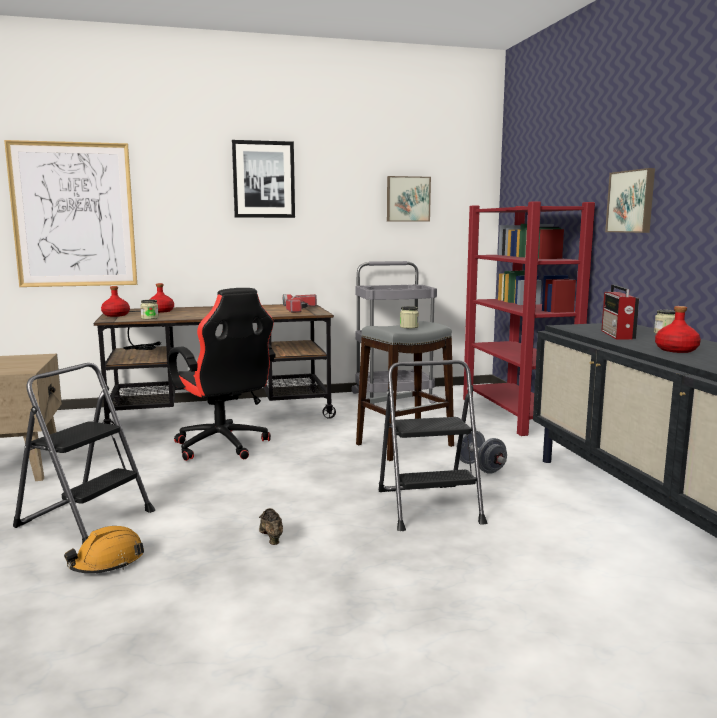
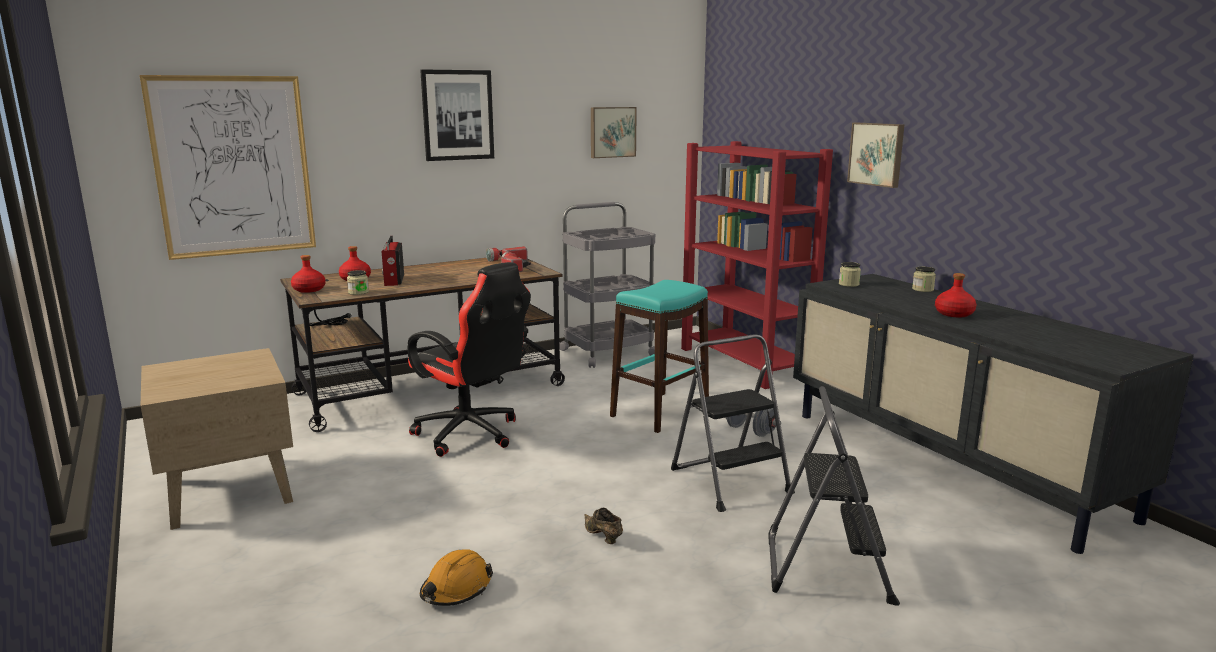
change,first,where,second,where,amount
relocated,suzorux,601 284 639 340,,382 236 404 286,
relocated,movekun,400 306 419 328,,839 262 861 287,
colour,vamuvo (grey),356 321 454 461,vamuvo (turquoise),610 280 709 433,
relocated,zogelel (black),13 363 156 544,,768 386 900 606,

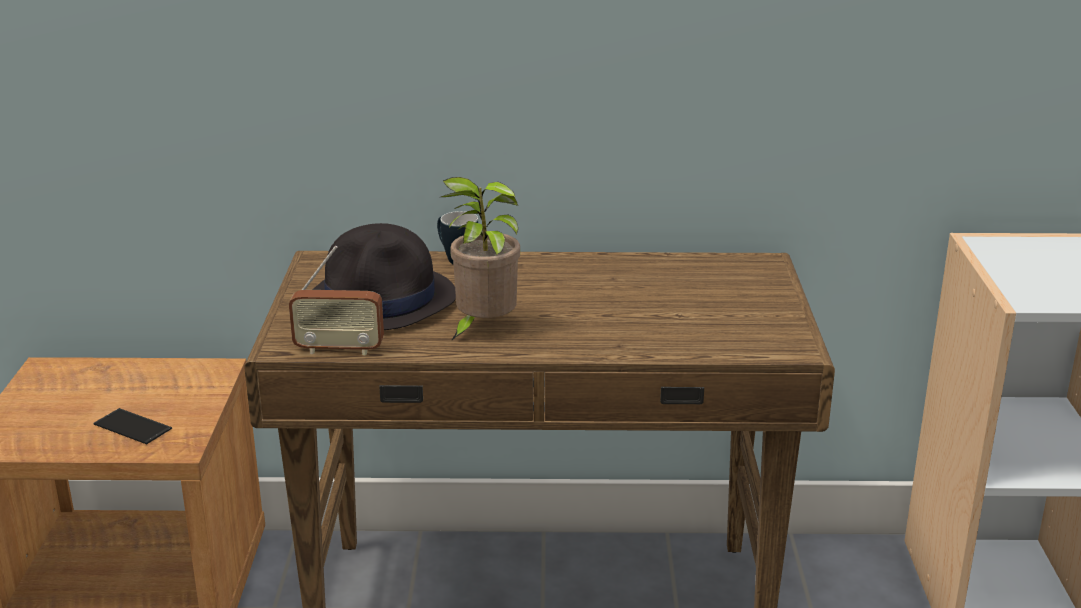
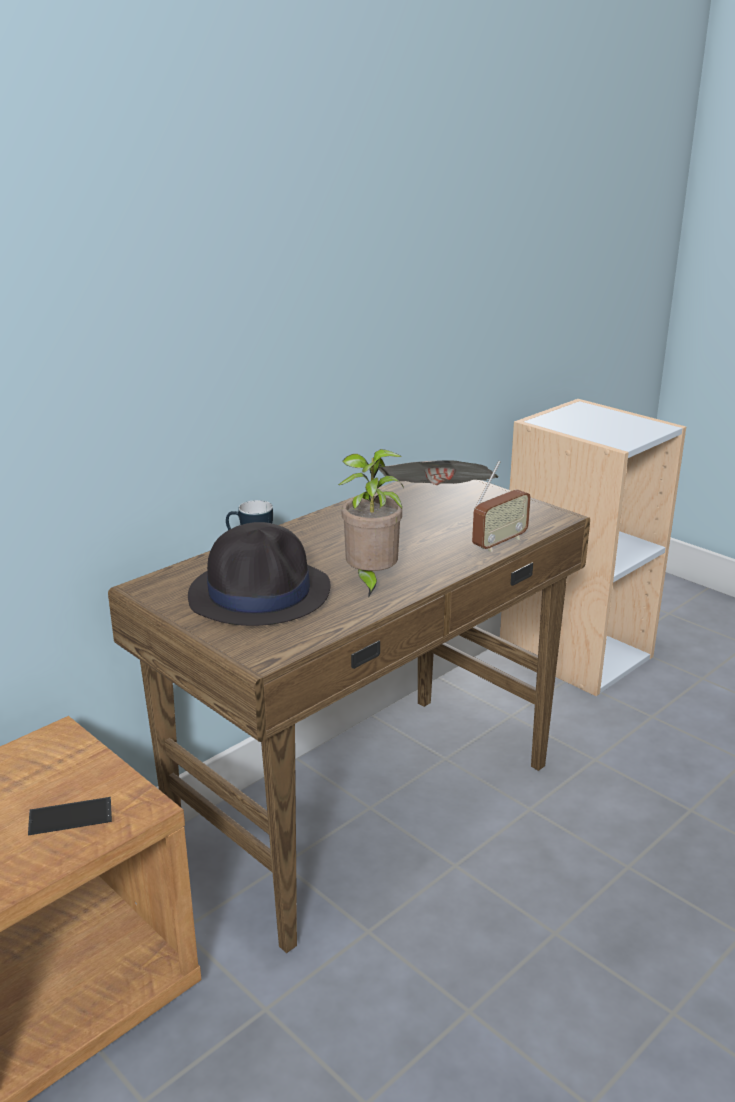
change,first,where,second,where,amount
relocated,suzorux,289 246 384 355,,472 461 531 552,
appeared,,,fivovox,378 460 498 485,

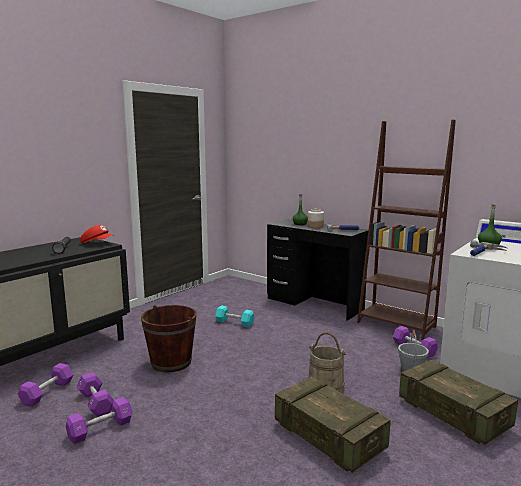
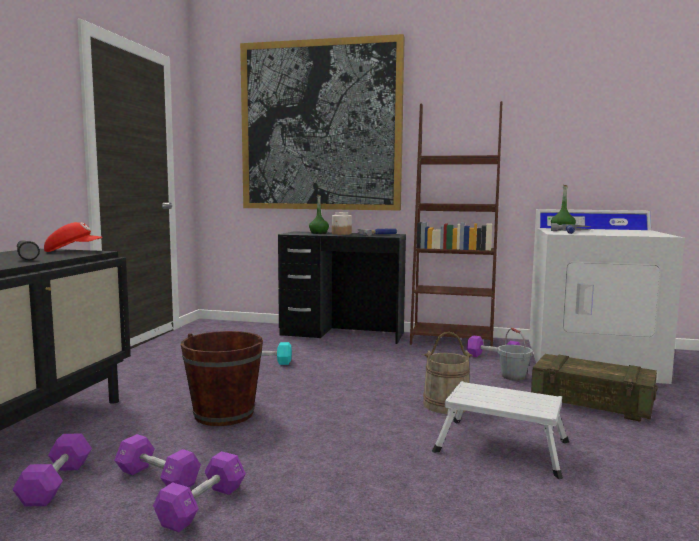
change,first,where,second,where,amount
exchanged,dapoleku,275 377 391 473,zogelel (white),432 381 569 479,
appeared,,,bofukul,240 34 405 210,

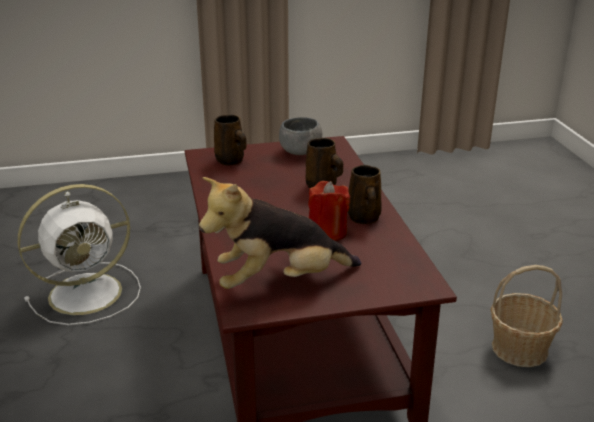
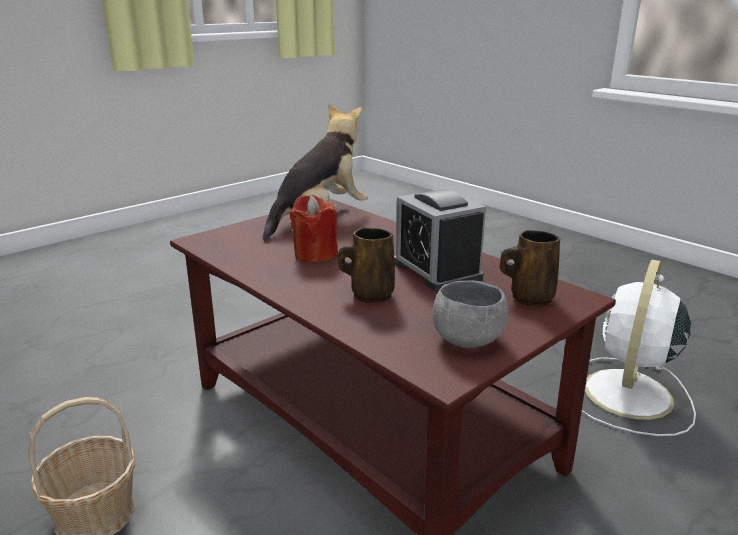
change,first,where,second,where,amount
missing,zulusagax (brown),348 165 381 224,,,
appeared,,,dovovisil,394 189 486 291,

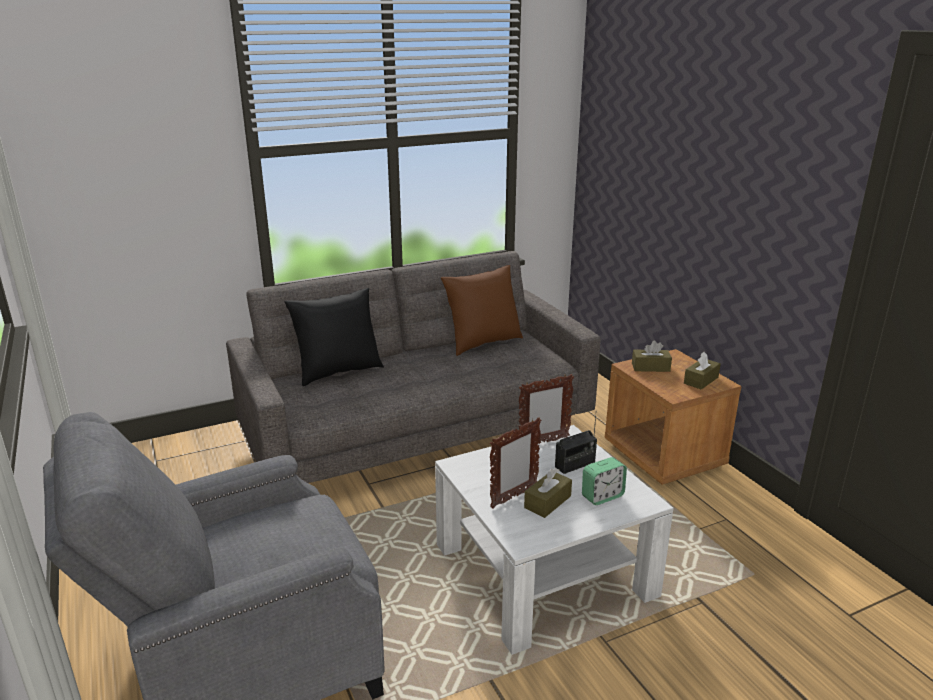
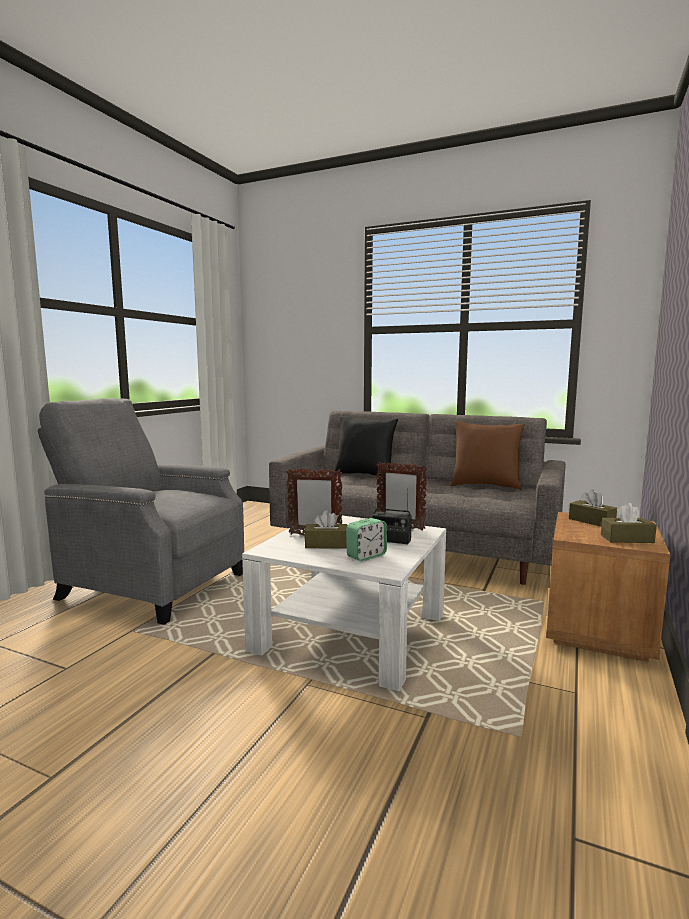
change,first,where,second,where,amount
spun,dovovisil,582 457 627 505,,346 518 387 561,60 degrees counterclockwise

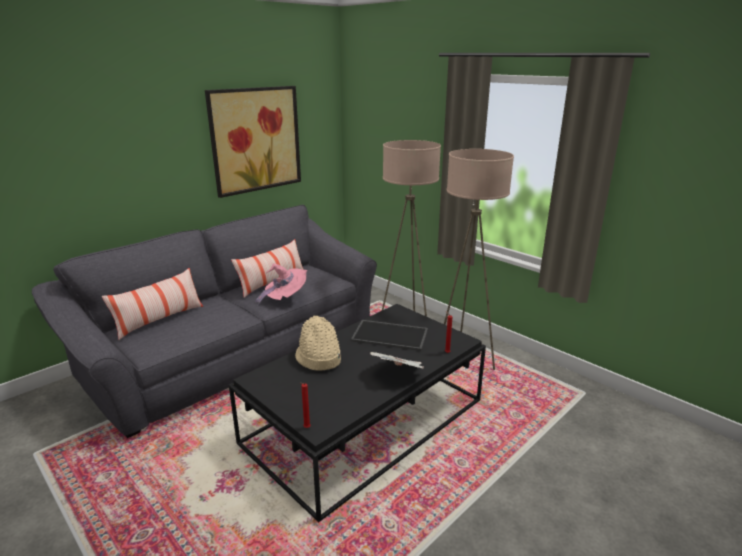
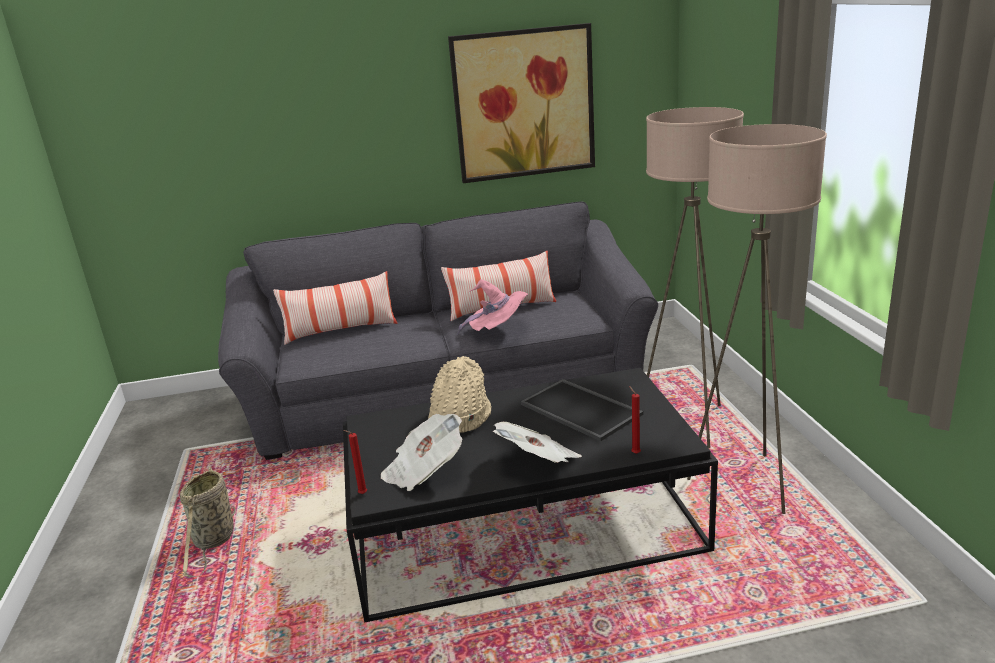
change,first,where,second,where,amount
appeared,,,fivovox,381 414 462 491,
appeared,,,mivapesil,180 466 236 577,

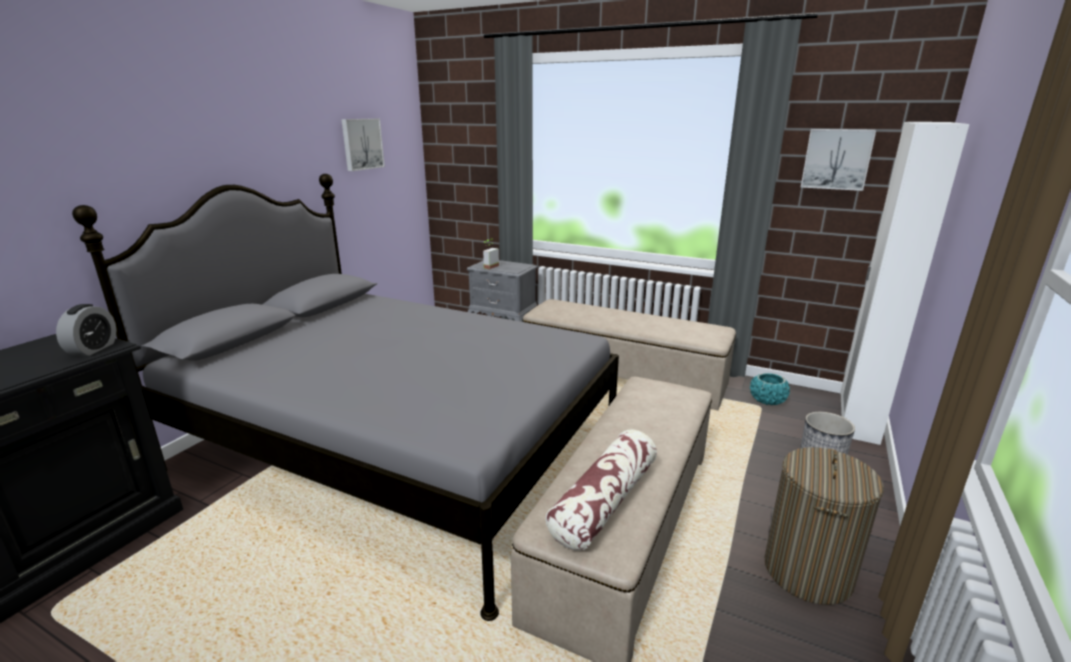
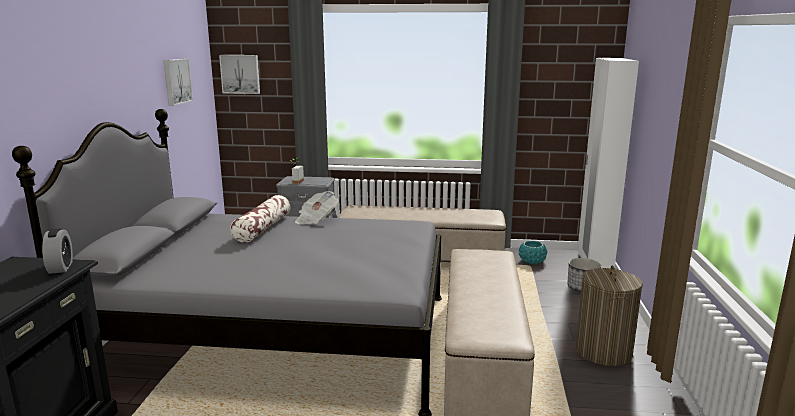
change,first,where,second,where,amount
relocated,bofukul,801 129 876 191,,219 55 260 94,
relocated,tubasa,546 430 657 551,,230 195 291 243,
appeared,,,fivovox,295 191 338 224,

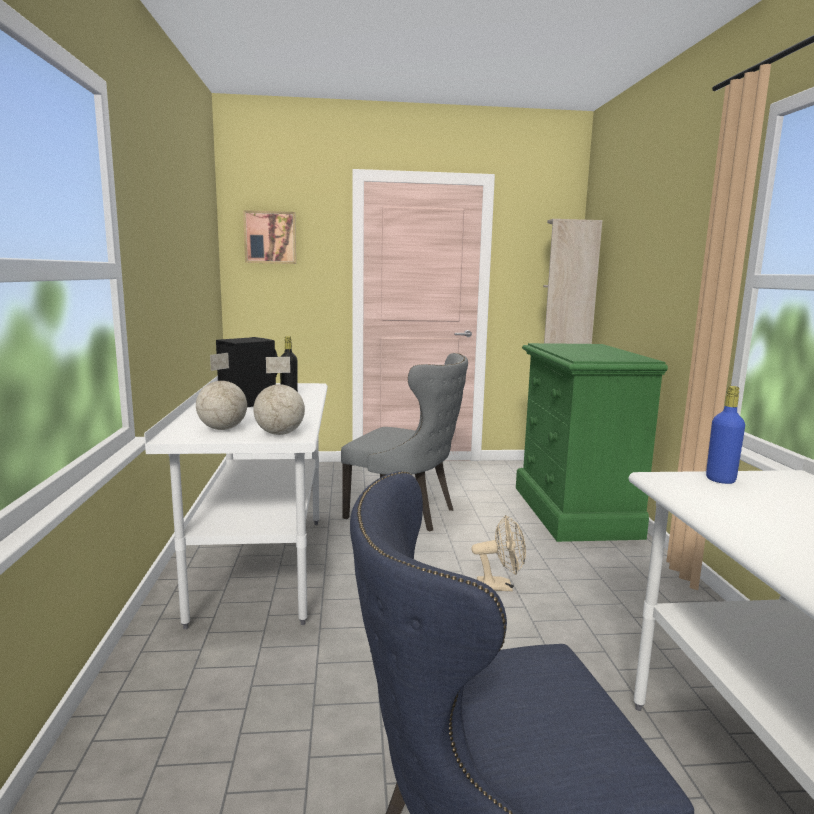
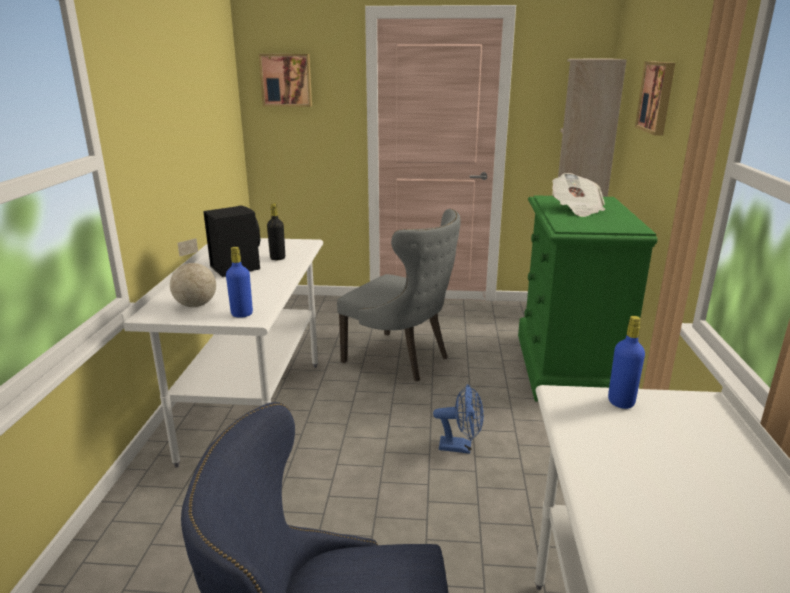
change,first,where,second,where,amount
exchanged,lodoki,253 357 305 435,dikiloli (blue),226 247 253 318,
colour,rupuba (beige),471 515 526 591,rupuba (blue),433 384 484 454,
appeared,,,bofukul,635 61 675 136,
appeared,,,fivovox,552 173 605 217,

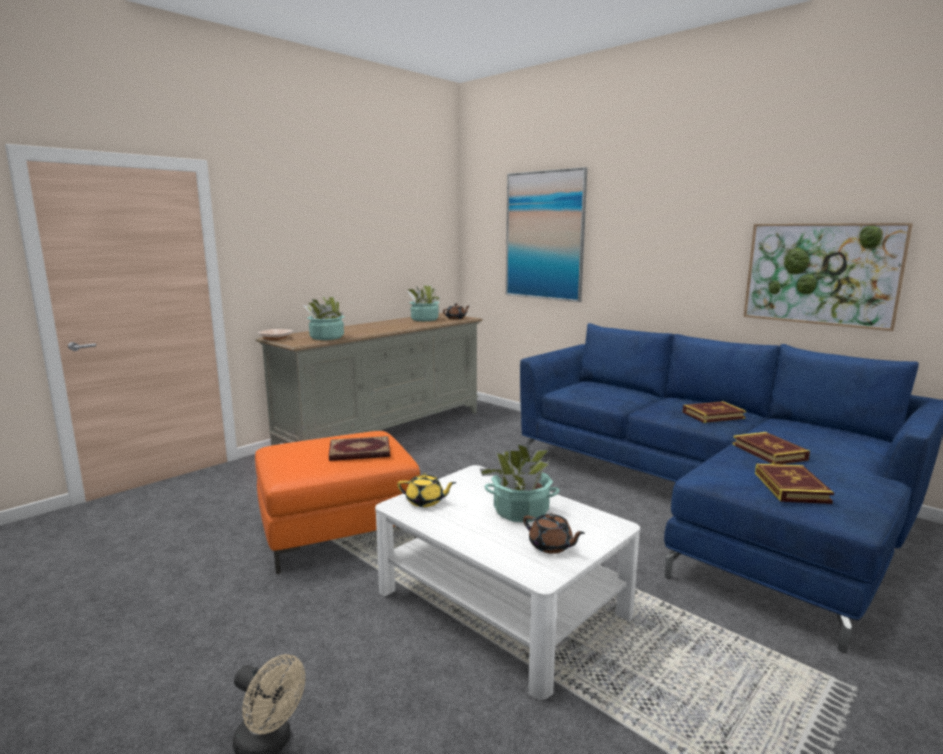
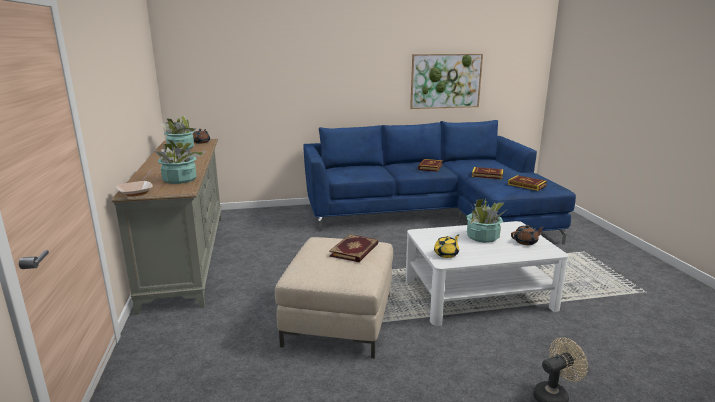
change,first,where,second,where,amount
missing,bofukul,506 167 587 302,,,
colour,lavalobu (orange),255 431 420 574,lavalobu (beige),275 237 393 359,

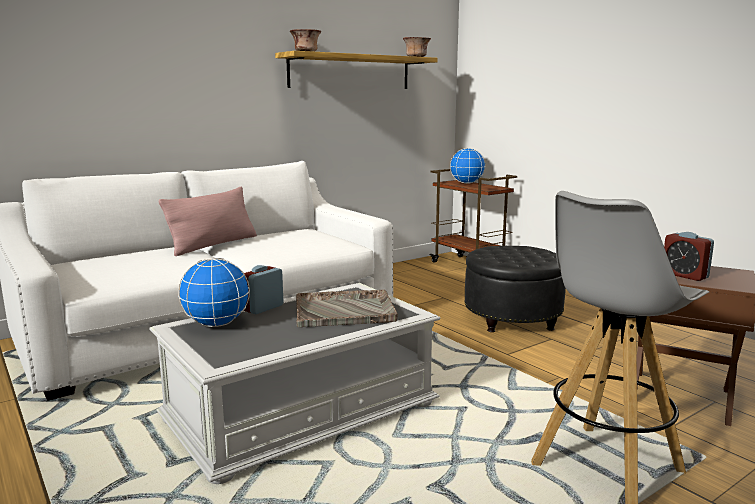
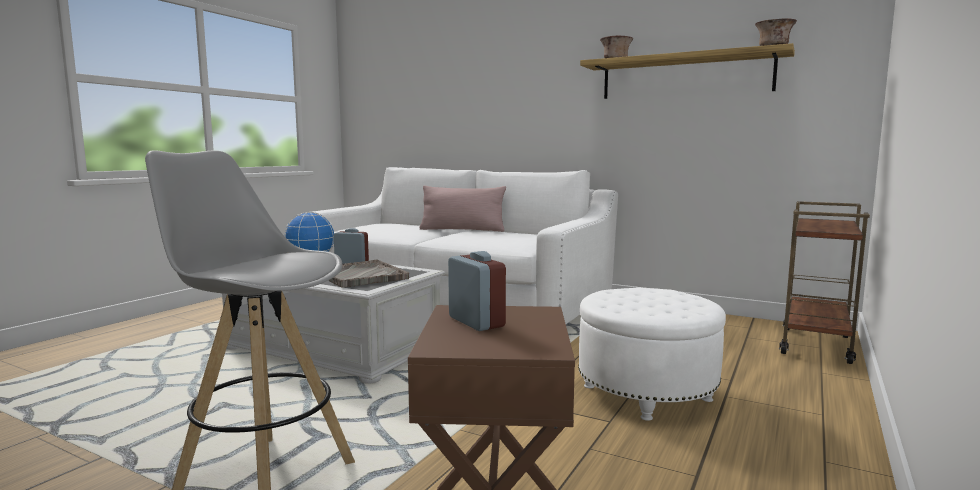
change,first,where,second,where,amount
missing,lodoki,450 148 485 184,,,
spun,dovovisil,664 232 714 281,,448 251 506 331,120 degrees clockwise
colour,lavalobu (black),464 246 566 332,lavalobu (white),578 288 726 421,

